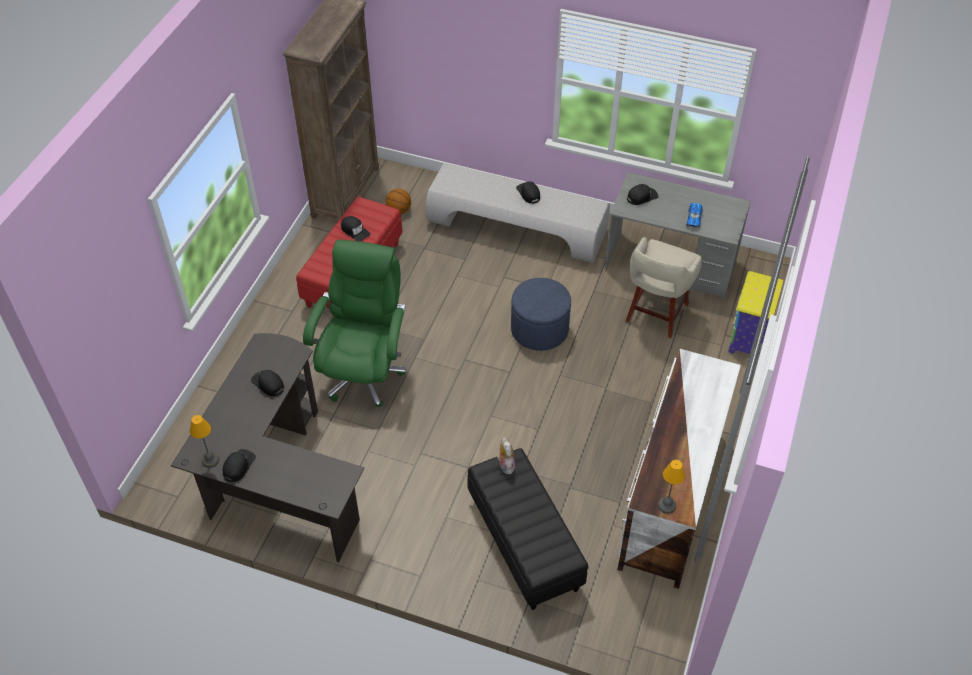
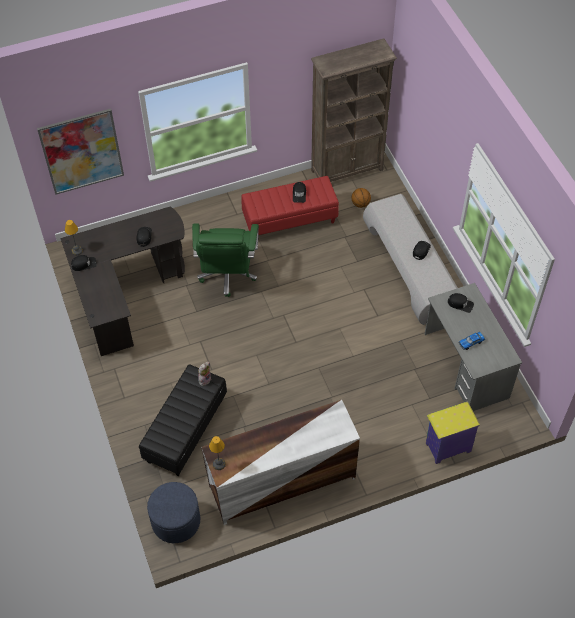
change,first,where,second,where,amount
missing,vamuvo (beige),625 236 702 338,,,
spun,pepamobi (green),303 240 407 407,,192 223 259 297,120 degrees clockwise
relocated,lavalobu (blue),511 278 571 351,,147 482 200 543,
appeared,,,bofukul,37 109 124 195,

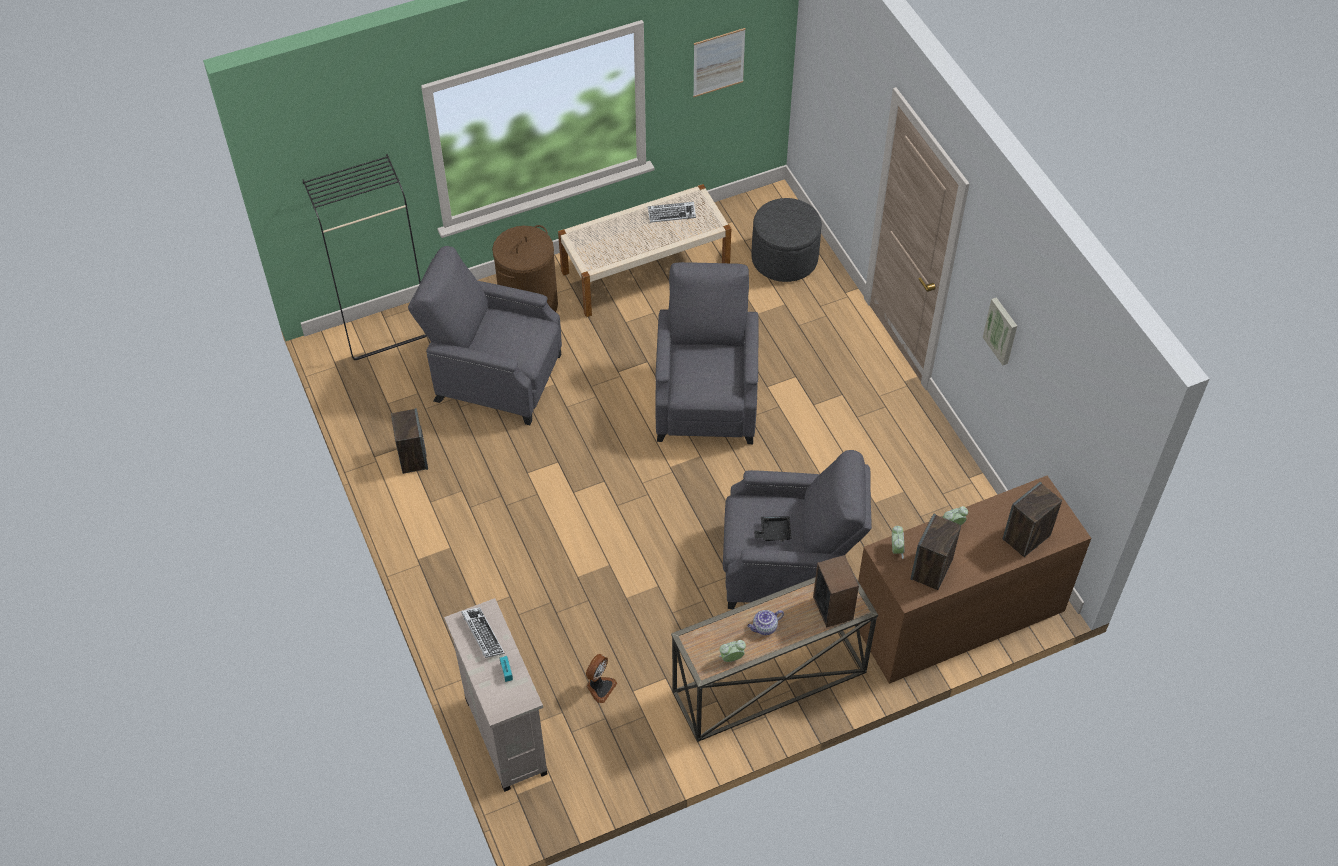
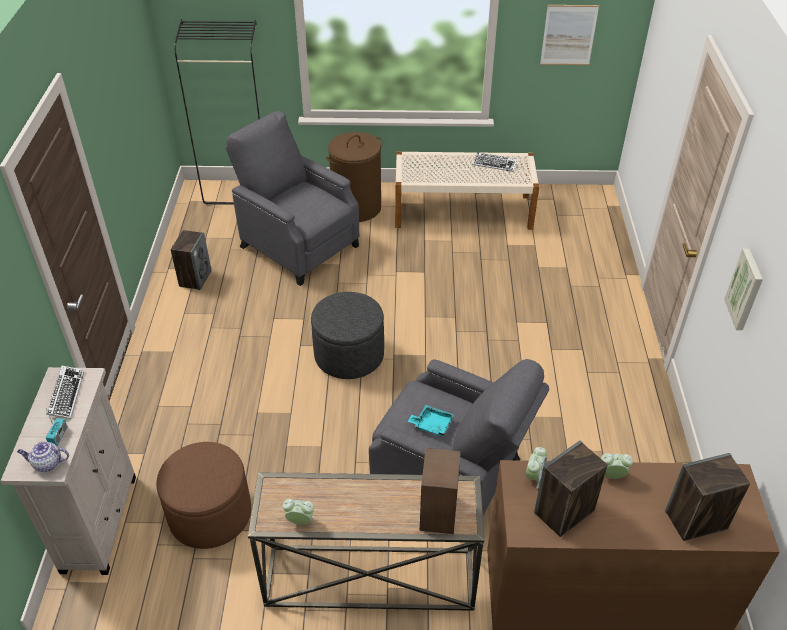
change,first,where,second,where,amount
relocated,lavalobu (grey),752 198 822 282,,311 292 384 379,
missing,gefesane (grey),655 262 758 444,,,
colour,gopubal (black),754 516 792 542,gopubal (turquoise),408 405 454 436,
relocated,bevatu,747 610 784 635,,17 441 69 472,
exchanged,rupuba,586 654 617 703,lavalobu (brown),156 442 251 549,

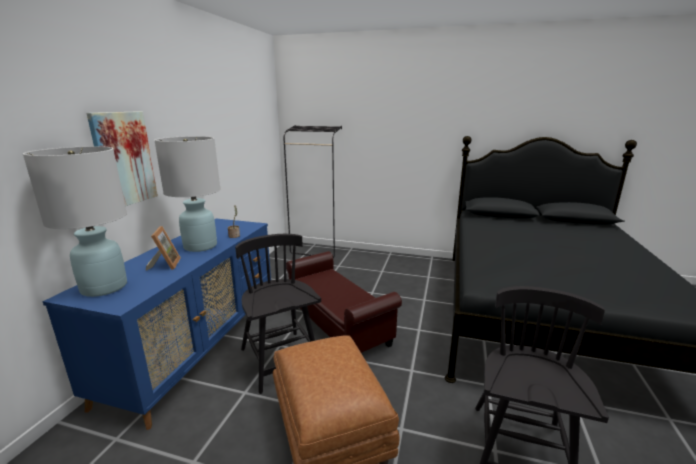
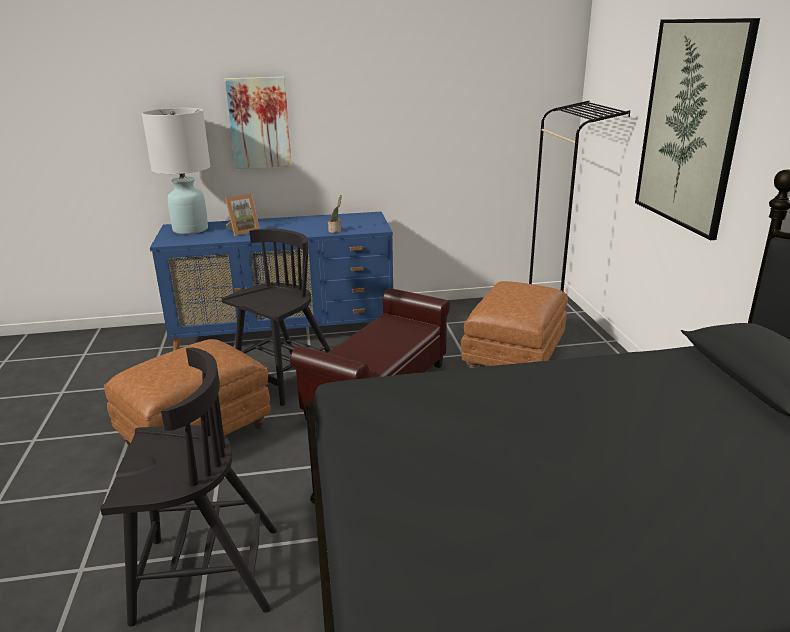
change,first,where,second,where,amount
missing,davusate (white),154 136 220 252,,,
appeared,,,bofukul,635 18 760 240,
appeared,,,lavalobu (brown),461 281 568 368,

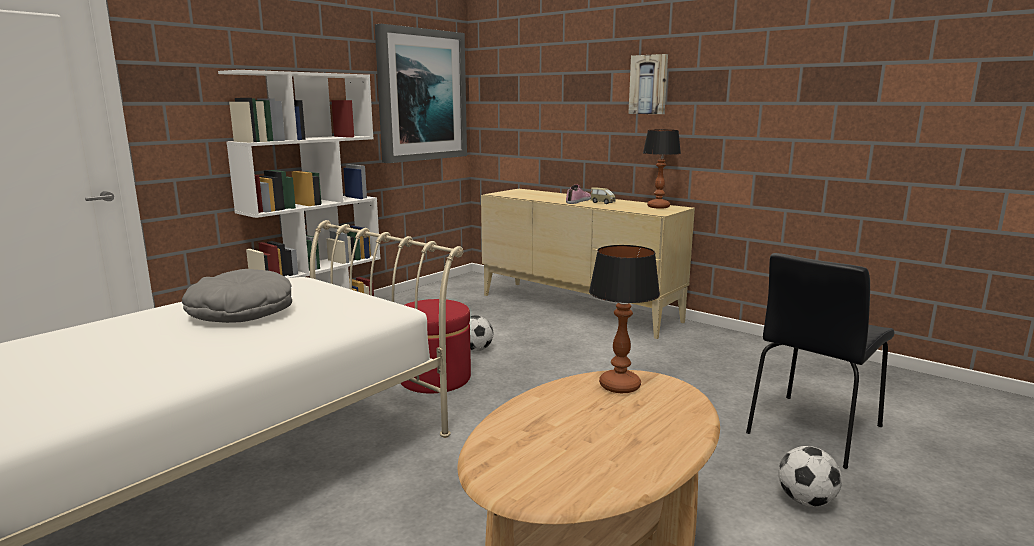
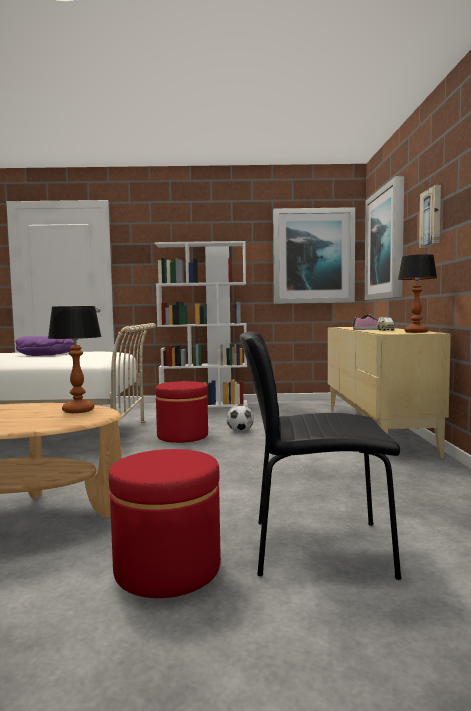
change,first,where,second,where,amount
colour,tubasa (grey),182 269 292 323,tubasa (purple),16 336 77 356,
exchanged,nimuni,778 446 842 507,lavalobu (red),109 449 221 598,
appeared,,,bofukul,365 176 404 300,

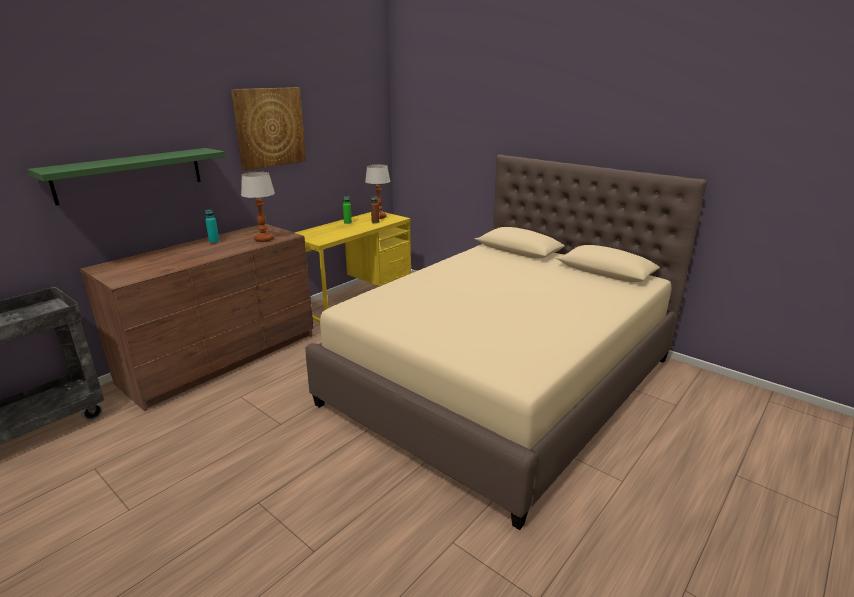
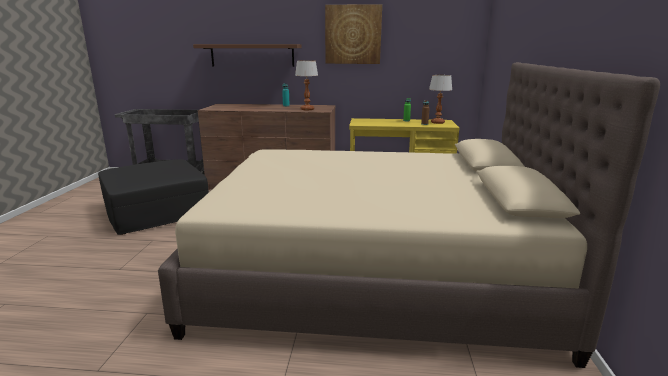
change,first,where,second,where,amount
colour,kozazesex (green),27 148 226 206,kozazesex (brown),193 44 302 67,
appeared,,,lavalobu (black),98 159 209 235,

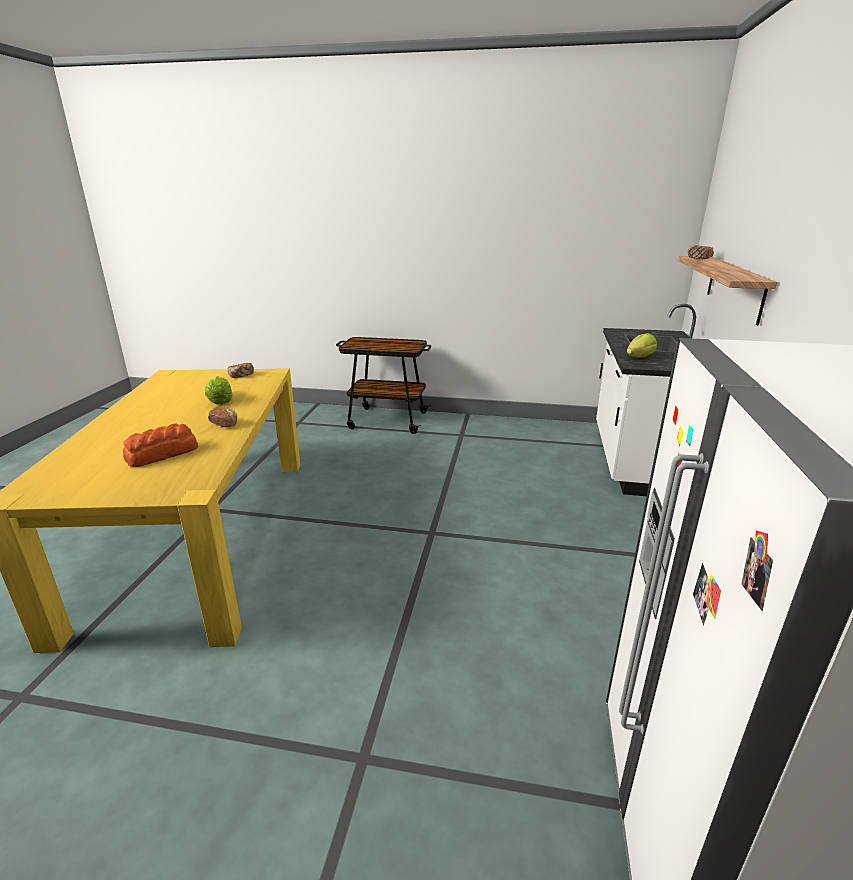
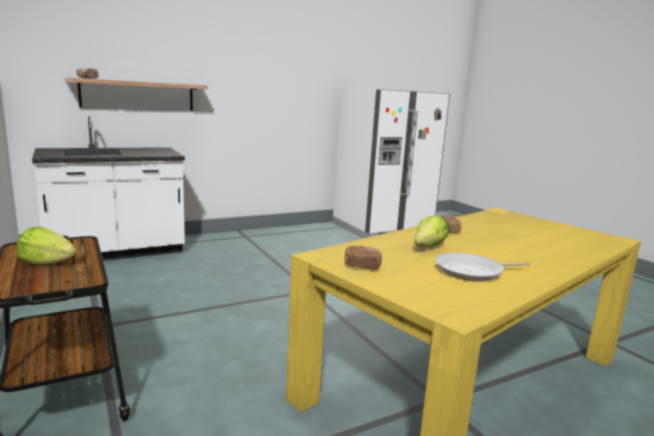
change,first,where,second,where,amount
relocated,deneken,627 333 657 358,,17 227 77 265,
missing,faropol,123 423 198 467,,,
appeared,,,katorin,436 253 531 282,

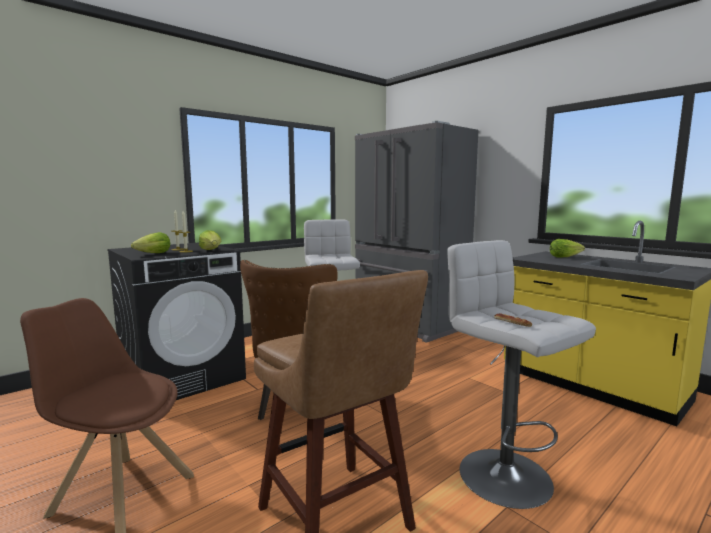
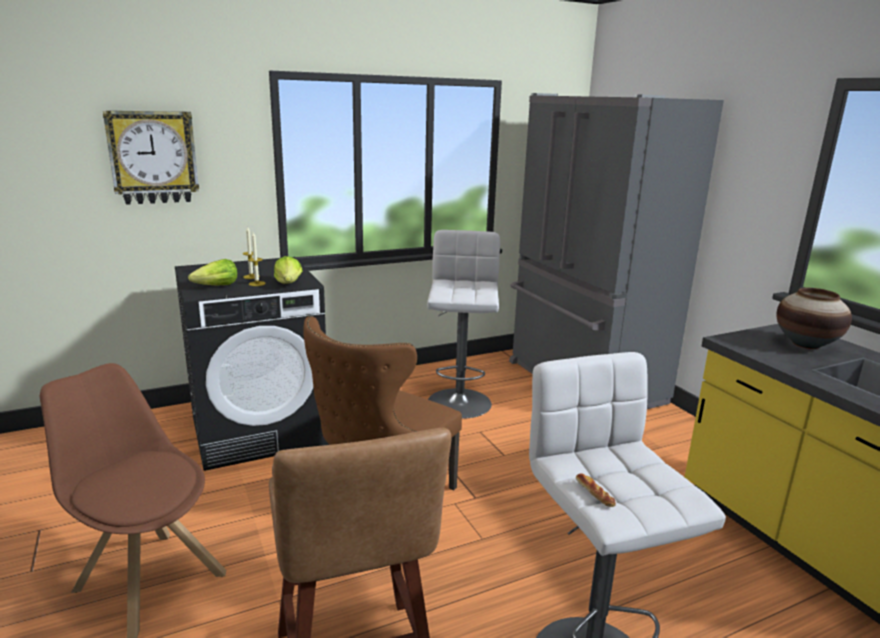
change,first,where,second,where,amount
exchanged,deneken,550 239 585 258,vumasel,777 288 852 349,
appeared,,,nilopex,103 110 199 205,

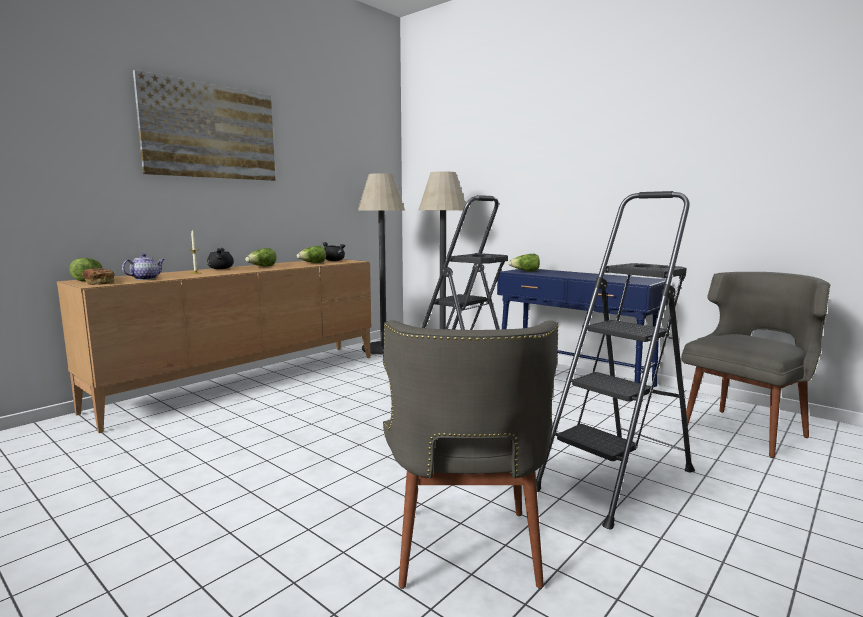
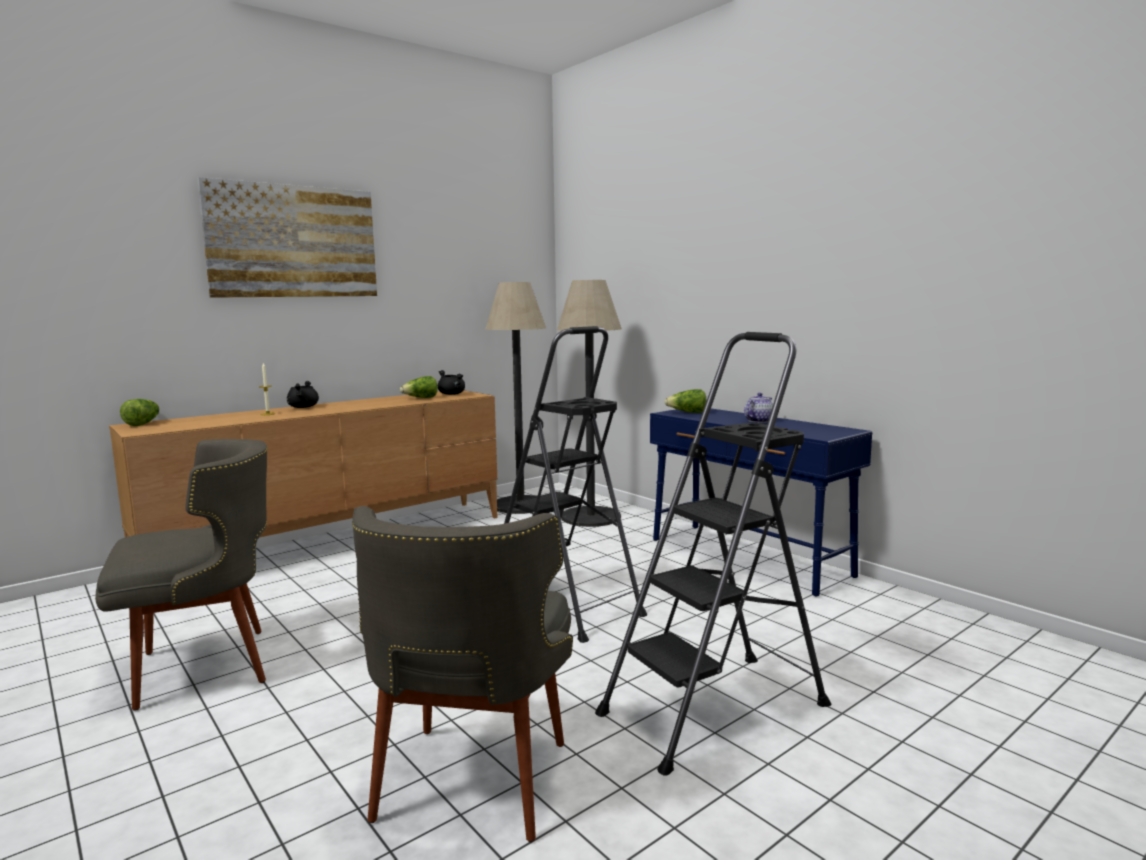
change,first,where,second,where,amount
missing,deneken,245 248 277 266,,,
relocated,bevatu,122 254 164 280,,744 393 773 423,
missing,faropol,82 268 115 285,,,
relocated,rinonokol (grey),681 272 830 458,,95 439 267 711,

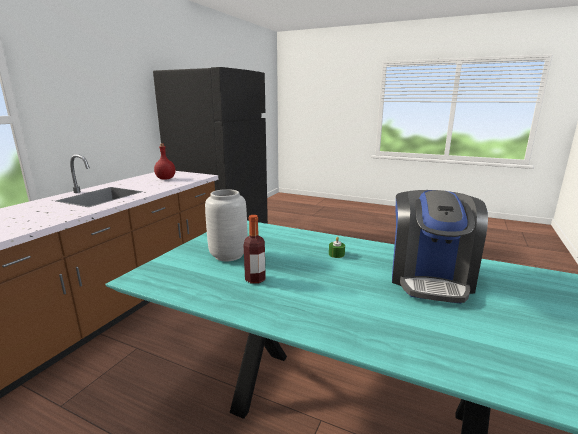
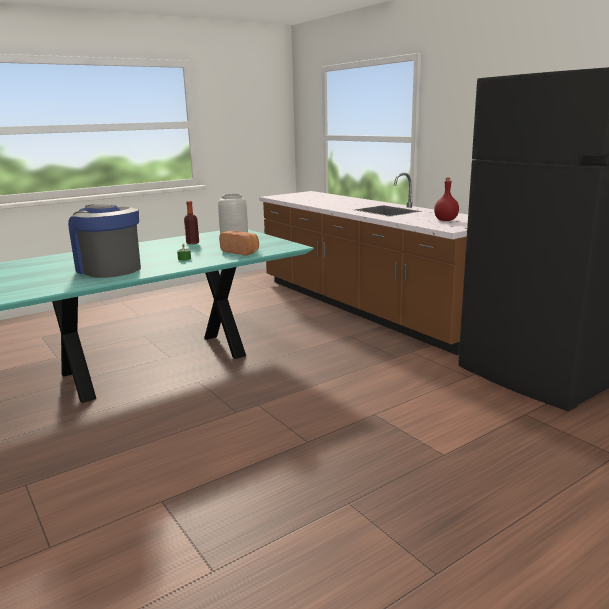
change,first,where,second,where,amount
appeared,,,faropol,219 231 259 255,

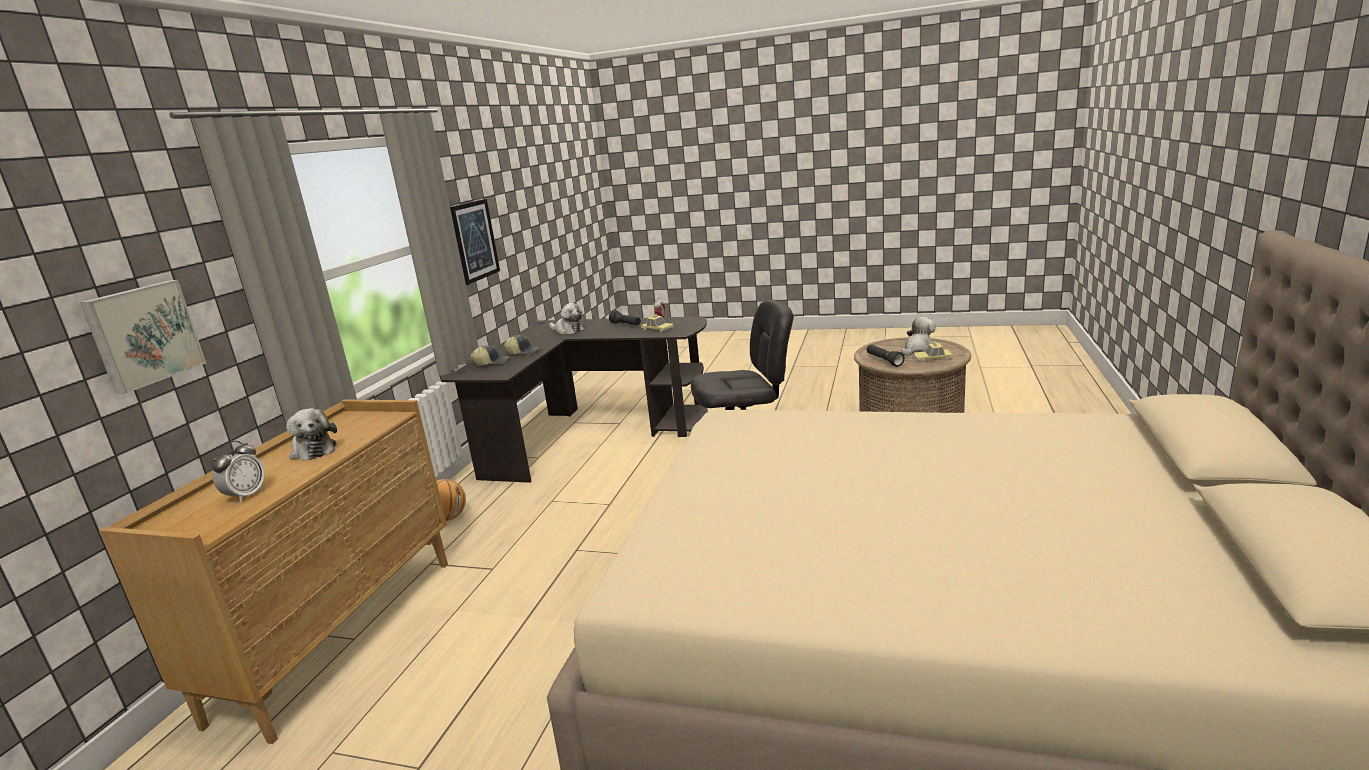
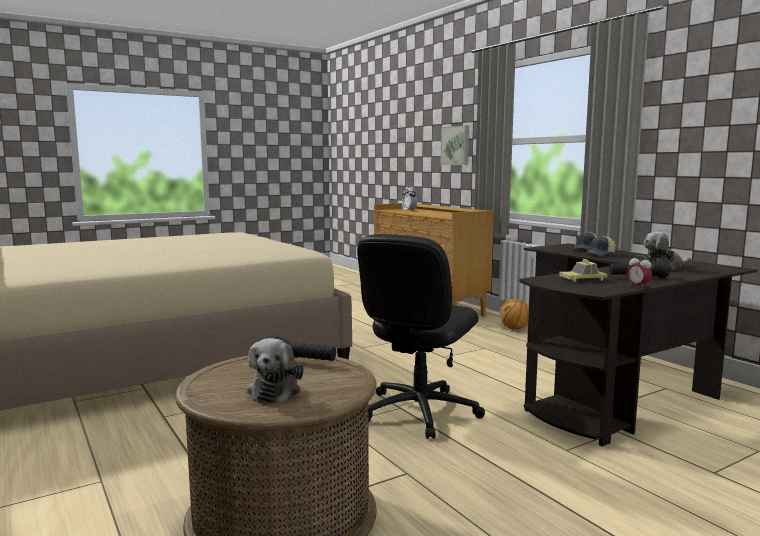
change,first,where,second,where,amount
missing,bofukul,450 199 500 285,,,
missing,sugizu,914 342 953 362,,,
missing,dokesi,286 408 337 461,,,

